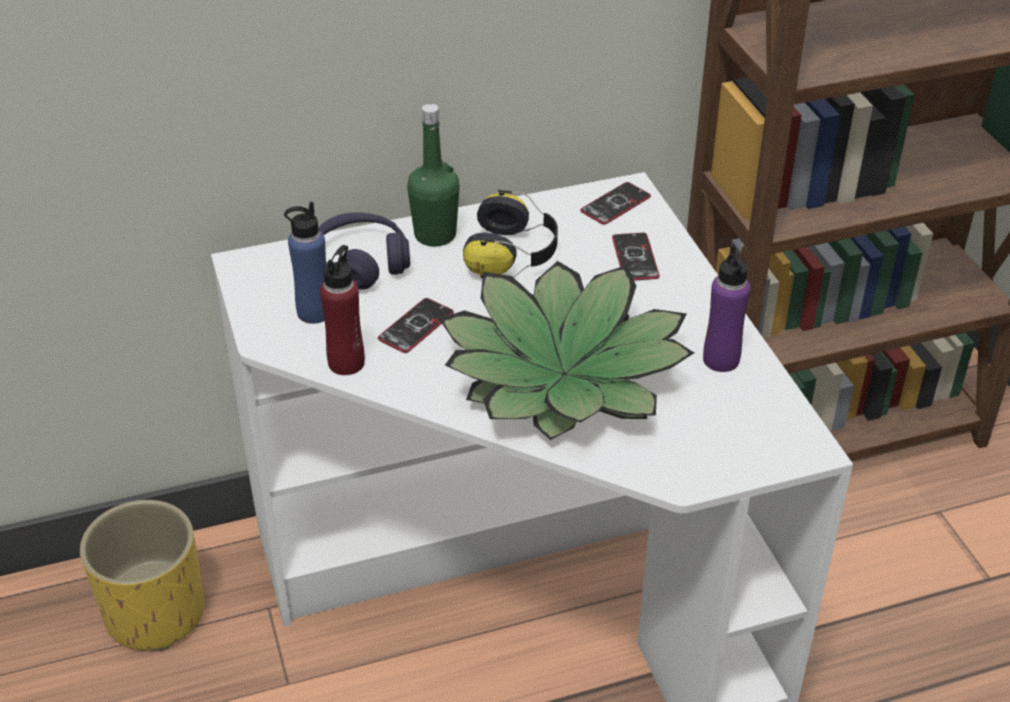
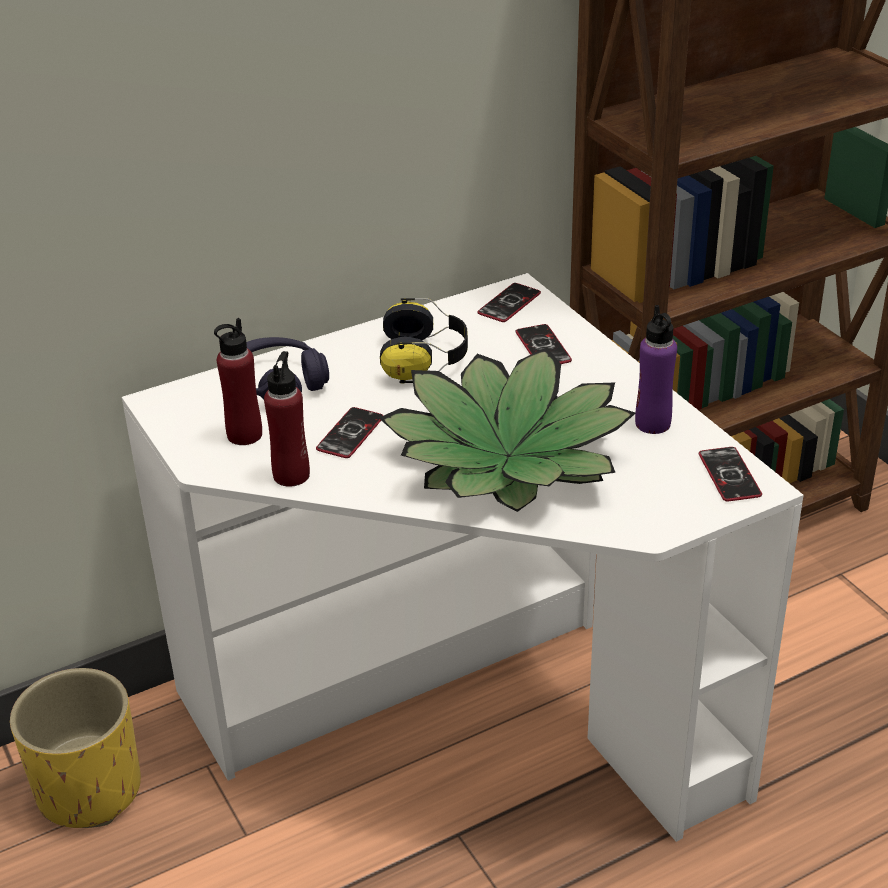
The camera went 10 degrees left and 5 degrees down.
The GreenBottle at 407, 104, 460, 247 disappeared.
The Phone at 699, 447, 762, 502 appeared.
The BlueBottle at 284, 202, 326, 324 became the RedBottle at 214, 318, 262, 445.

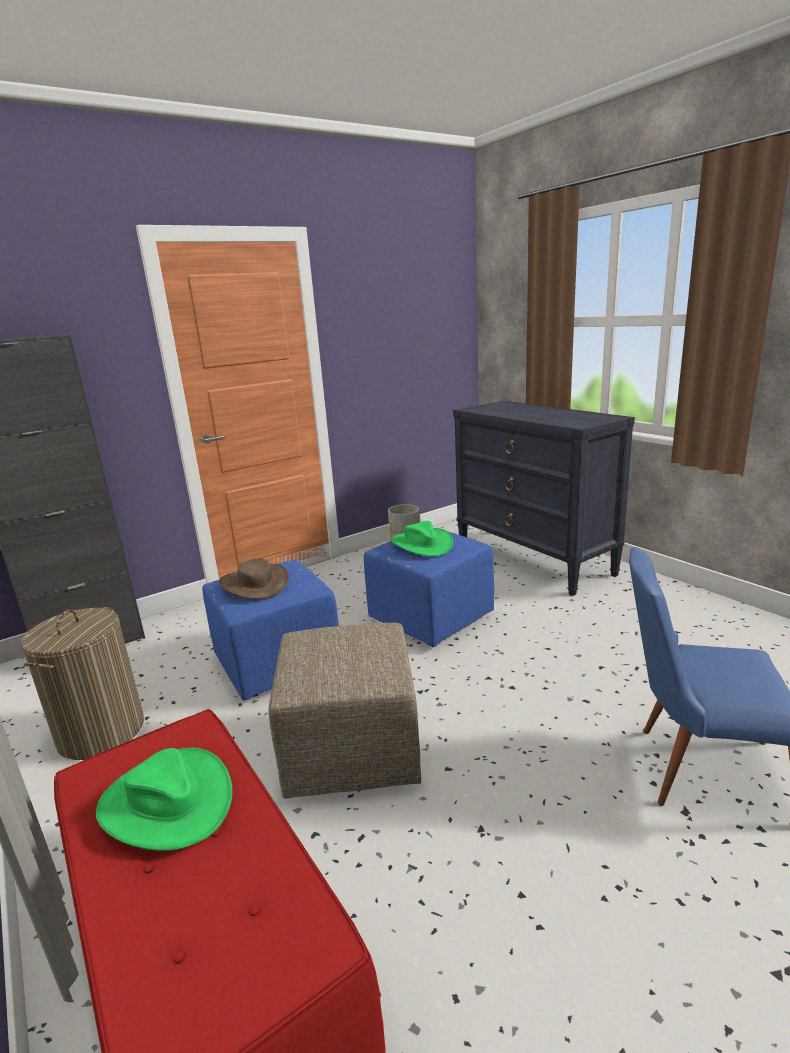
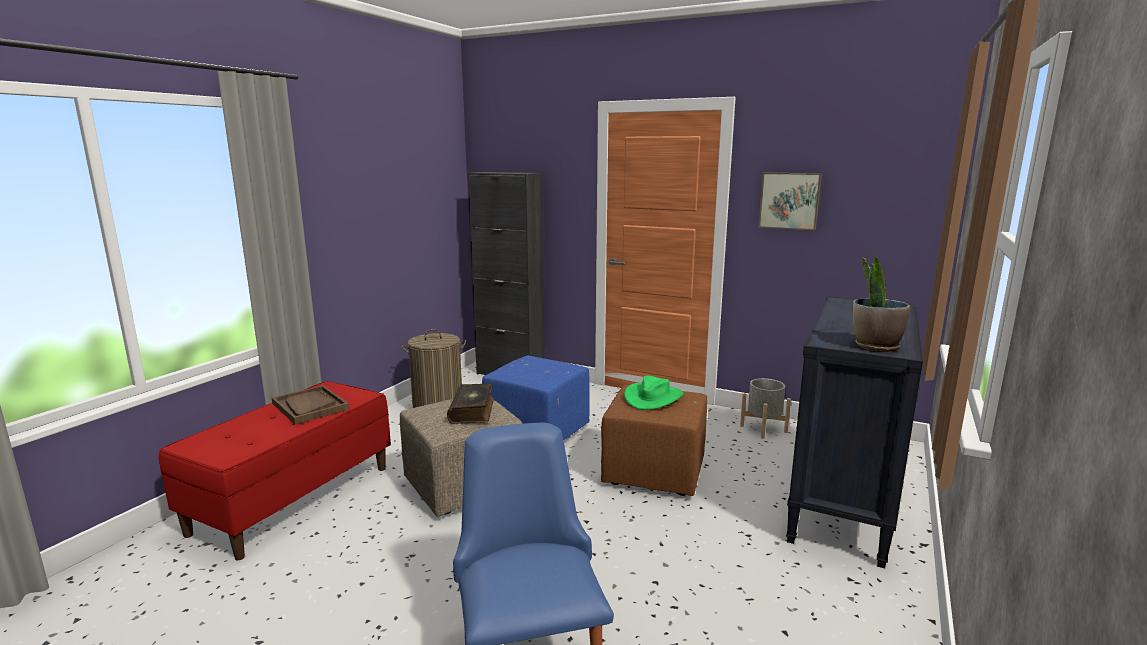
The camera went 60 degrees right and 5 degrees down.
The BrownHat at 219, 558, 289, 599 disappeared.
The Book at 447, 383, 494, 424 appeared.
The Picture at 758, 172, 822, 230 appeared.
The PottedPlant at 853, 257, 910, 352 appeared.
The GreenHat at 96, 747, 233, 851 was replaced by the BrownTray at 272, 385, 349, 424.
The BlueOttoman at 364, 532, 494, 647 became the BrownOttoman at 601, 385, 707, 496.

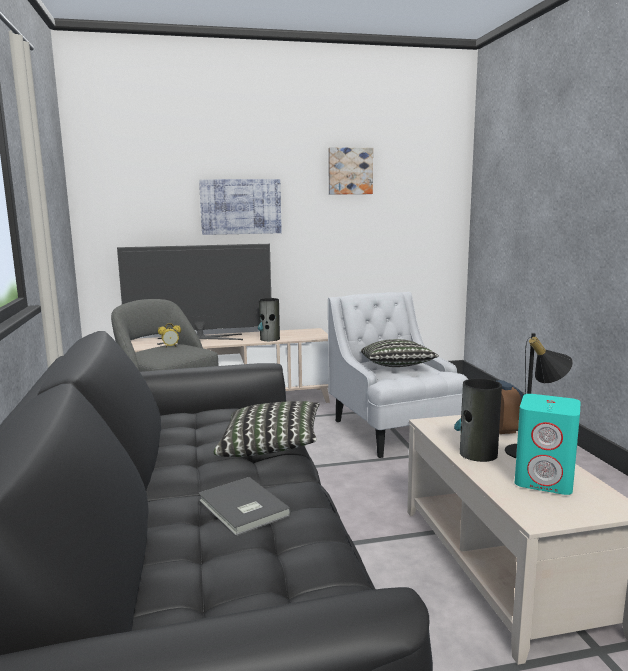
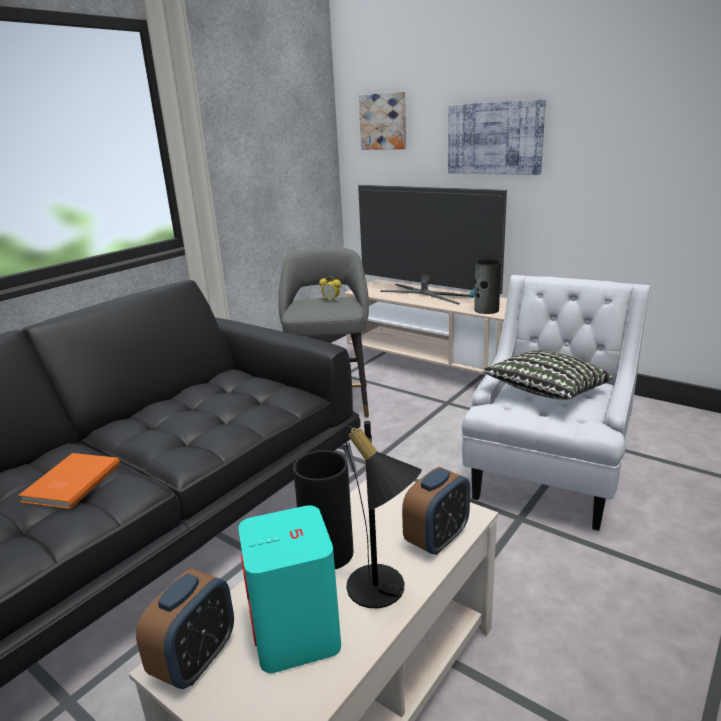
The camera went 50 degrees right and 10 degrees up.
The Pillow at 214, 401, 320, 457 disappeared.
The AlarmClock at 136, 569, 234, 689 appeared.
The Picture moved from 328, 147, 373, 195 to 359, 92, 406, 150.
The GreyBook at 198, 477, 291, 536 became the OrangeBook at 18, 453, 120, 509.

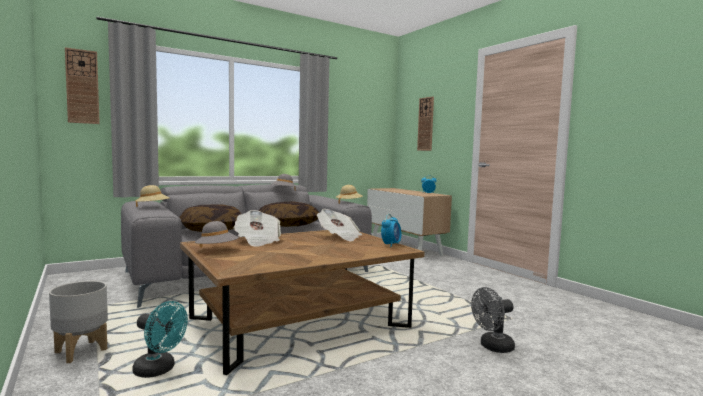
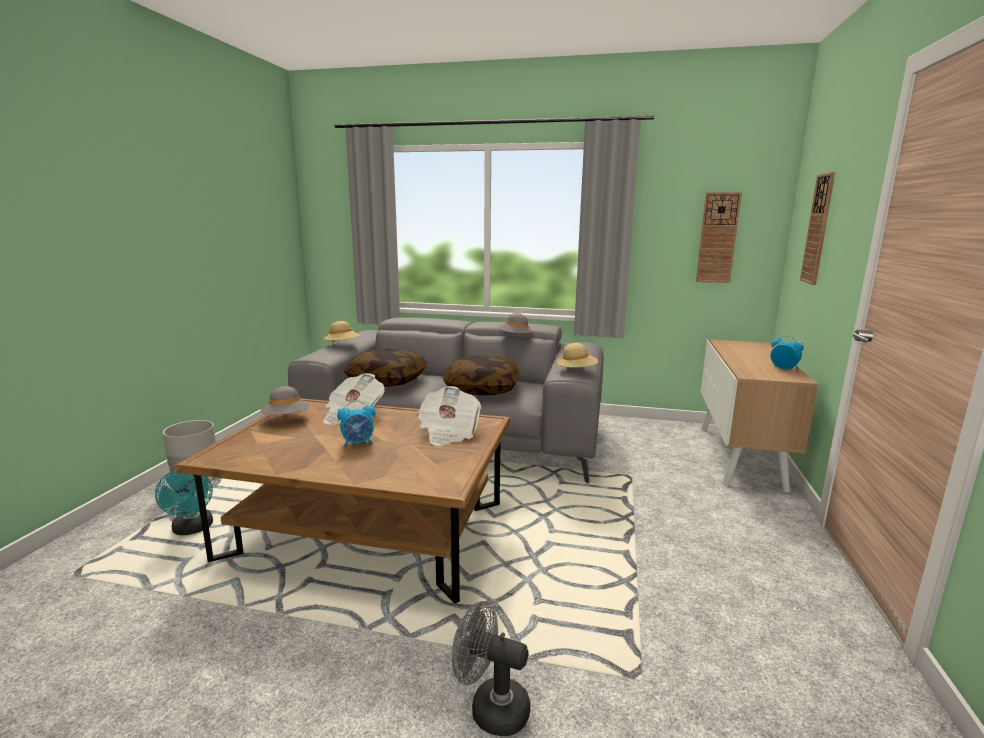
The camera went 45 degrees right and 10 degrees up.
The WallClock moved from 65, 47, 100, 124 to 696, 192, 742, 283.
The AlarmClock moved from 381, 214, 401, 247 to 337, 400, 376, 448.

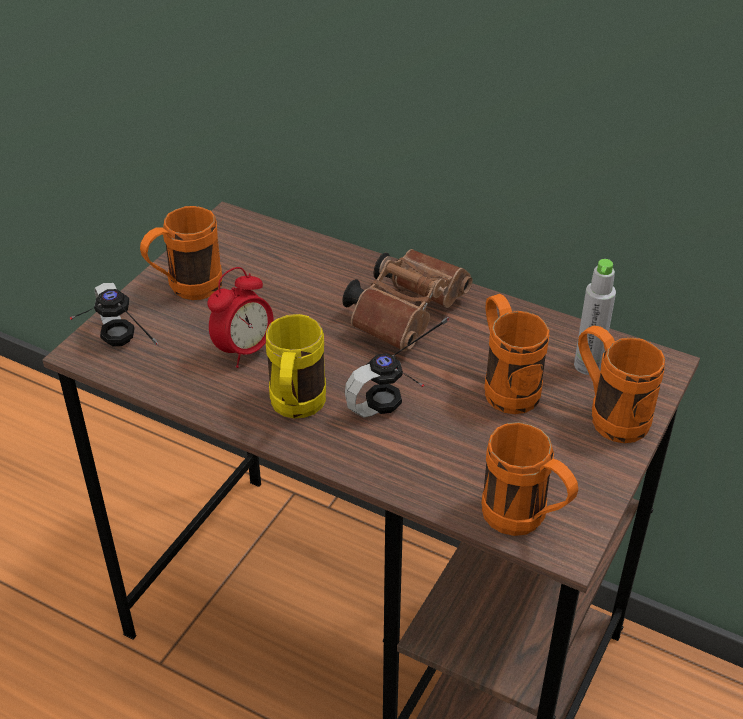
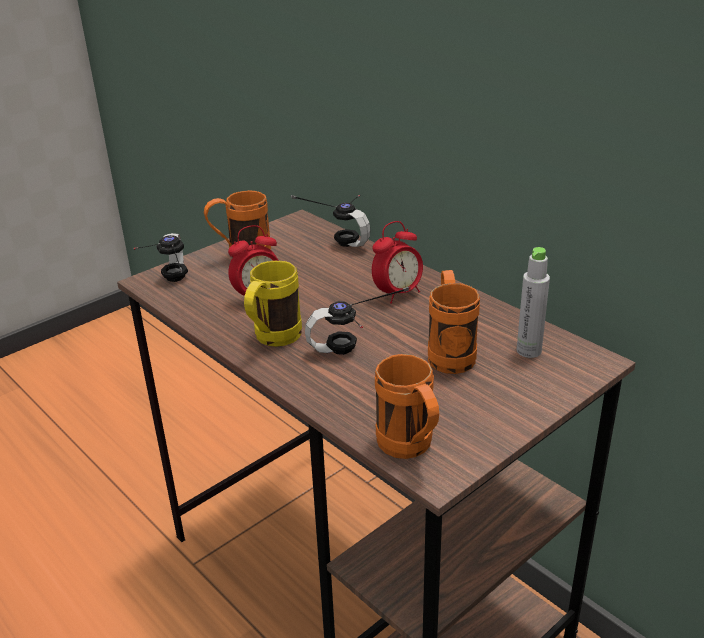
The camera went 20 degrees right and 10 degrees down.
The OrangeMug at 578, 326, 665, 443 disappeared.
The Headphones at 291, 195, 370, 247 appeared.
The BrownBinoculars at 342, 249, 473, 351 was replaced by the AlarmClock at 372, 221, 423, 304.

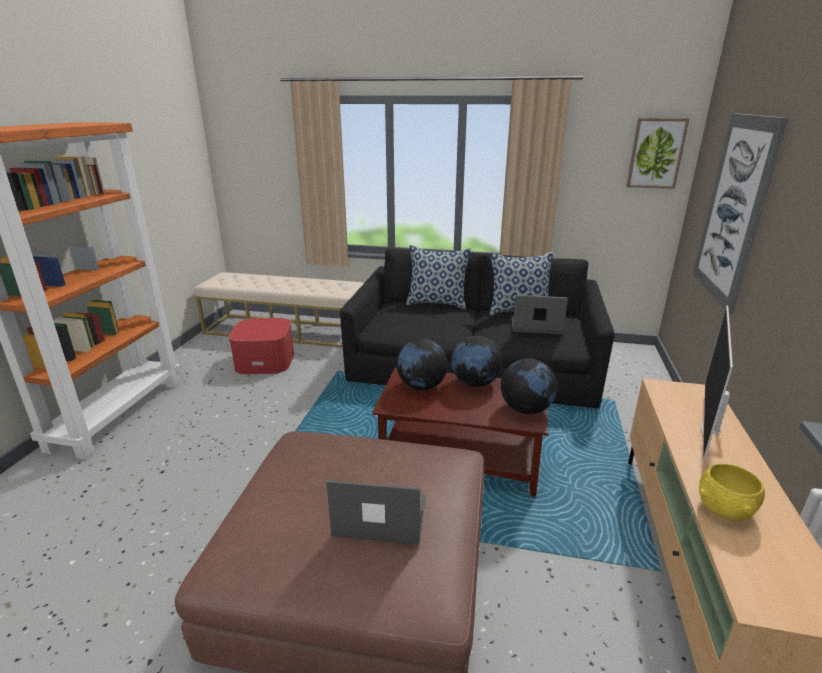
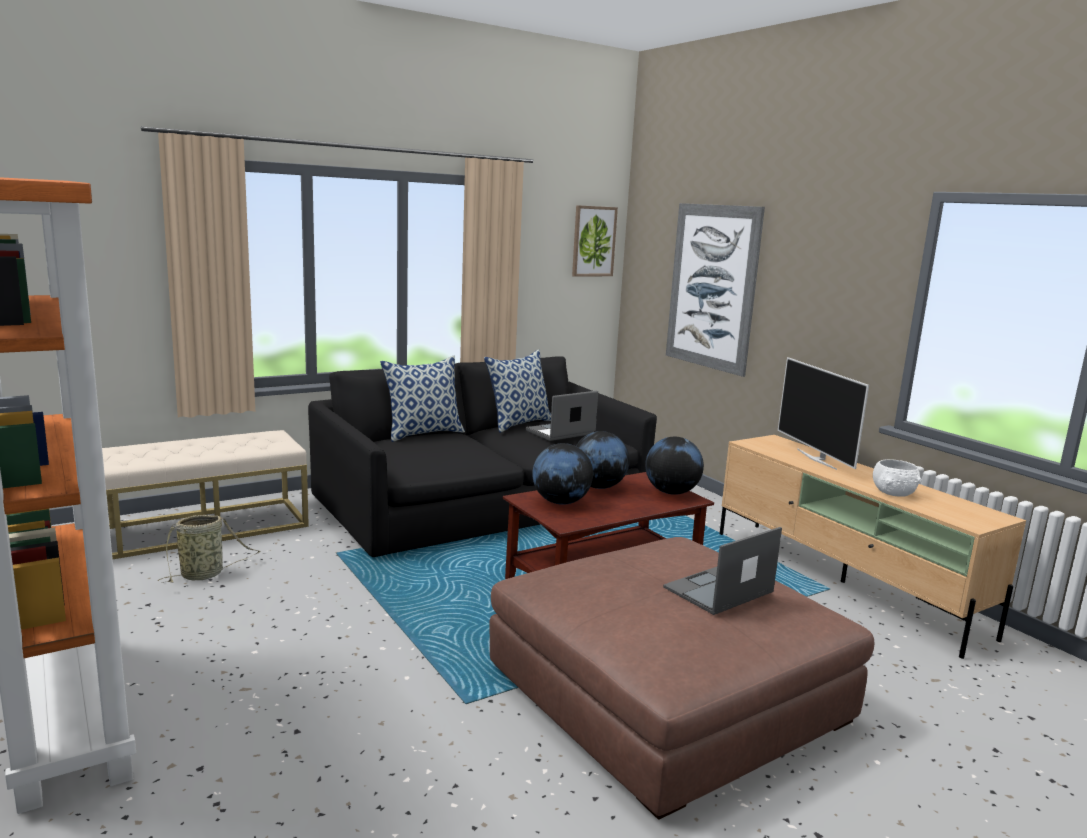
The camera went 45 degrees left and 10 degrees down.
The Ottoman at 229, 318, 294, 374 was replaced by the Basket at 158, 515, 261, 583.
The YellowBowl at 699, 464, 765, 521 became the WhiteBowl at 873, 459, 921, 497.

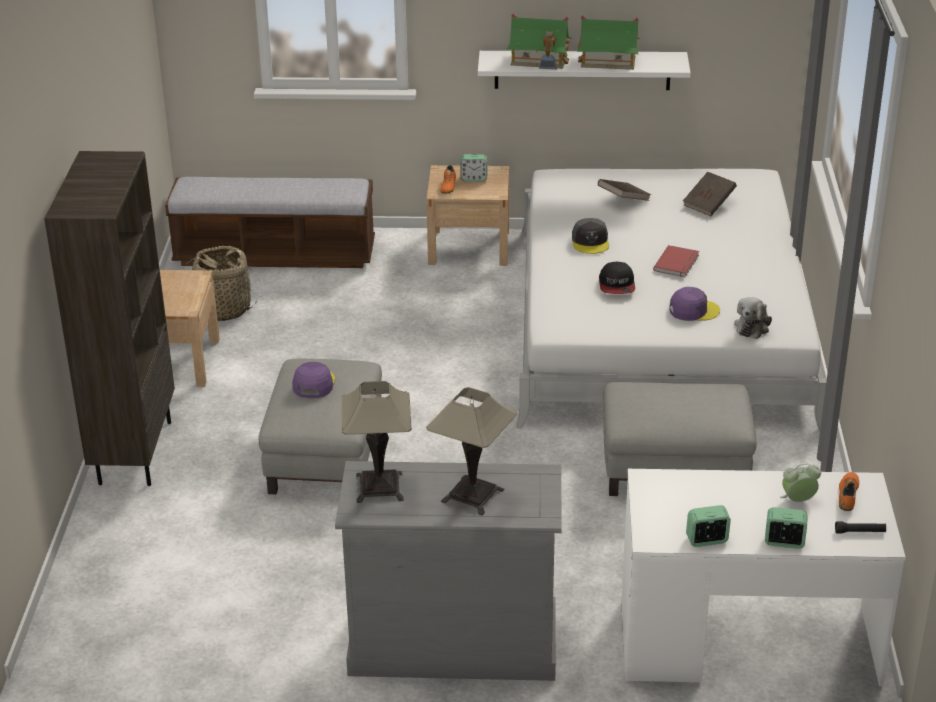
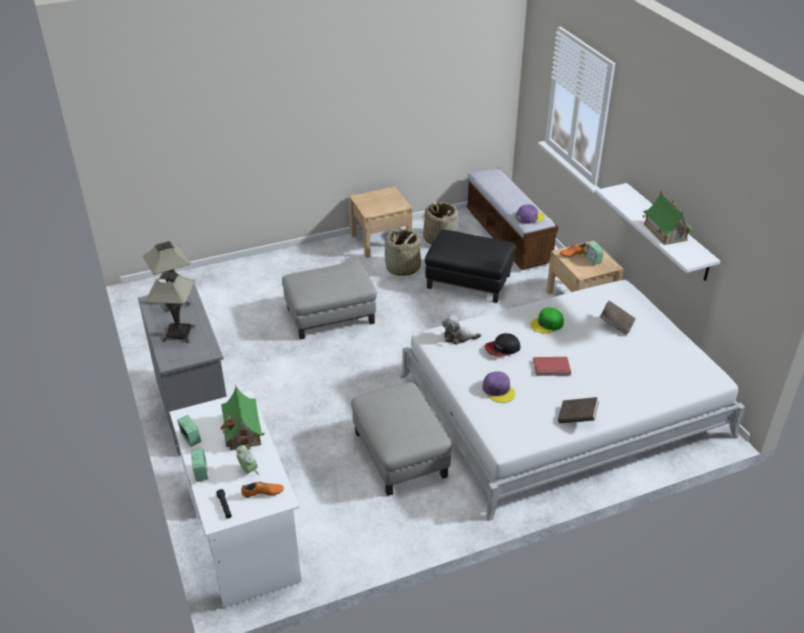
The camera went 65 degrees right and 5 degrees up.
The BrownBookcase at 44, 151, 175, 486 disappeared.
The Basket at 385, 227, 421, 276 appeared.
The BlackOttoman at 425, 230, 515, 303 appeared.
The PurpleCap moved from 292, 362, 335, 398 to 516, 204, 544, 224.
The ToyHouse moved from 506, 14, 571, 70 to 220, 387, 266, 450.
The BrownBook moved from 683, 172, 737, 216 to 558, 397, 599, 423.
The PlushToy moved from 734, 297, 772, 339 to 442, 314, 481, 345.
The GreyCap at 572, 218, 609, 254 became the GreenCap at 531, 307, 564, 334.

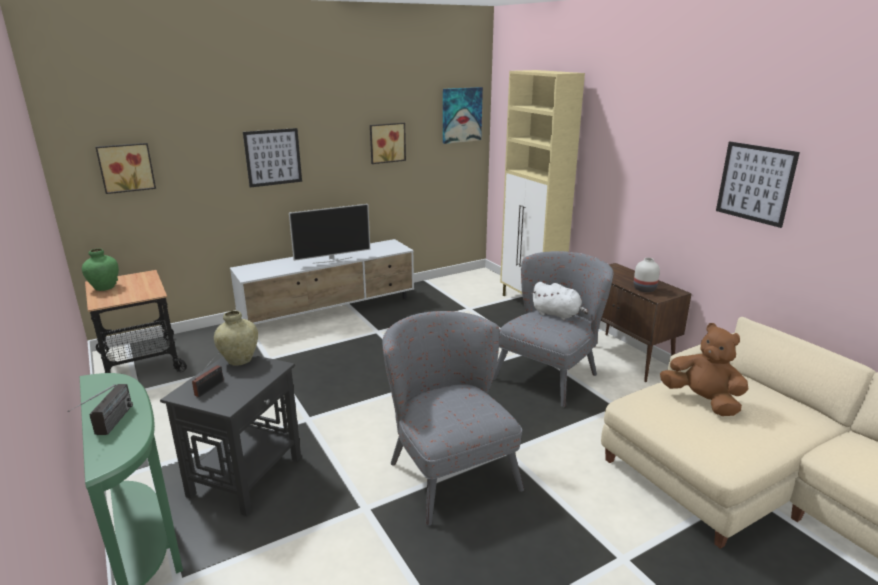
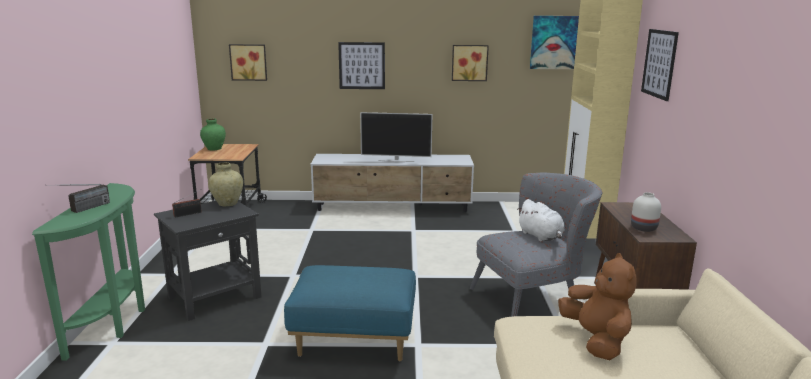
The camera went 30 degrees right and 5 degrees down.
The Picture moved from 716, 142, 800, 228 to 641, 29, 679, 101.
The GreyArmchair at 382, 311, 524, 526 was replaced by the BlueOttoman at 284, 265, 416, 361.

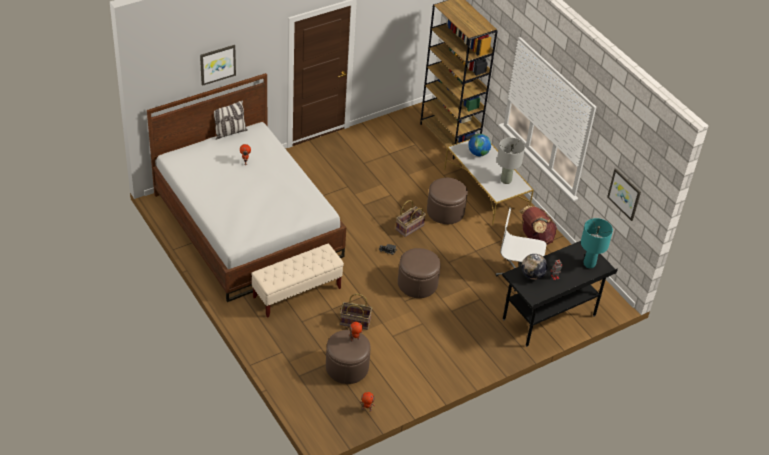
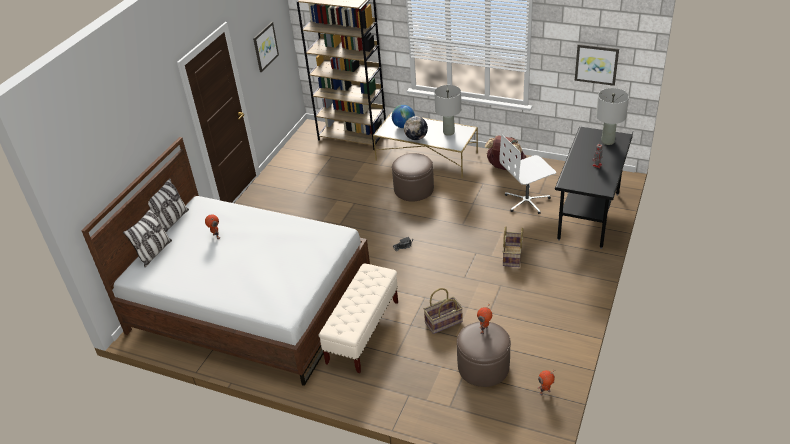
The camera went 30 degrees left and 5 degrees down.
The BrownOttoman at 398, 248, 441, 298 disappeared.
The Pillow at 123, 208, 172, 267 appeared.
The Picture moved from 200, 45, 236, 86 to 253, 22, 279, 72.
The Basket moved from 396, 200, 426, 237 to 503, 226, 523, 267.
The Globe moved from 521, 254, 548, 280 to 404, 116, 428, 140.
The TurquoiseTableLamp at 581, 218, 613, 268 became the GreyTableLamp at 596, 88, 629, 145.

